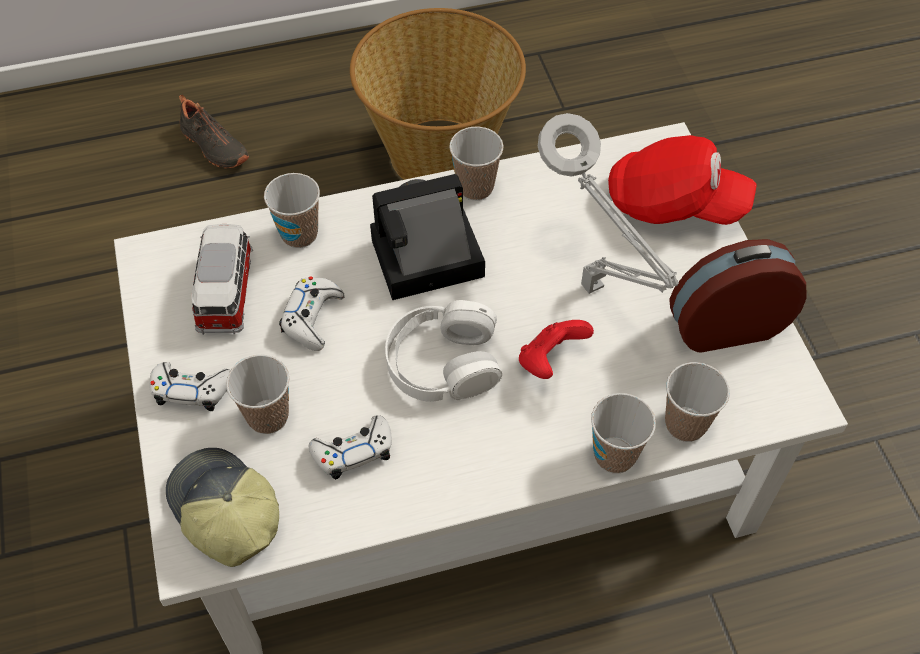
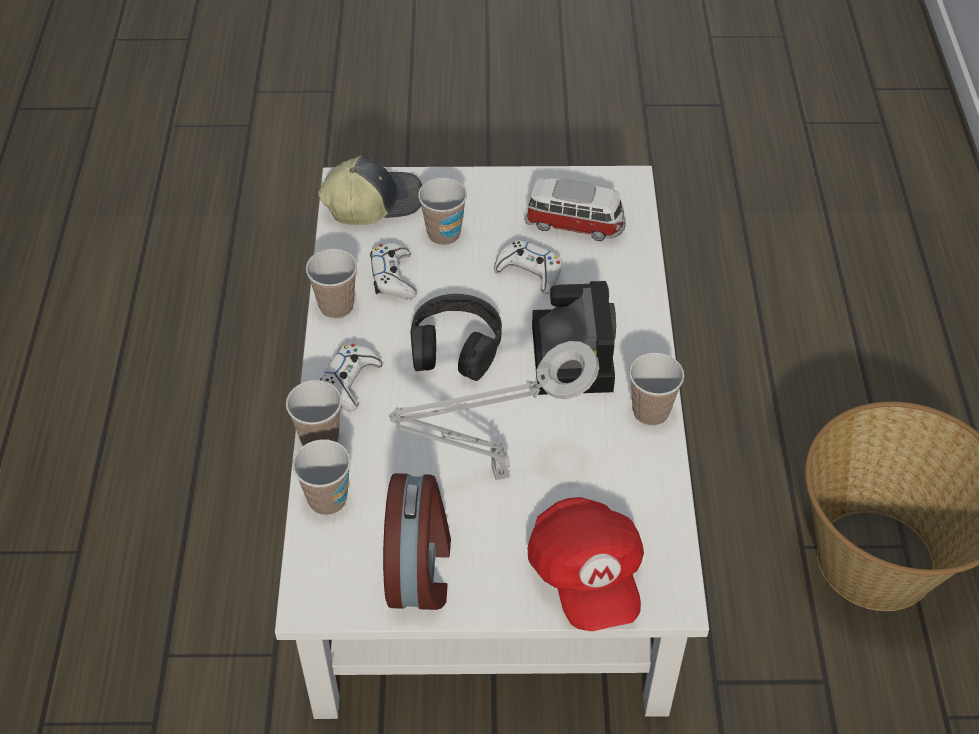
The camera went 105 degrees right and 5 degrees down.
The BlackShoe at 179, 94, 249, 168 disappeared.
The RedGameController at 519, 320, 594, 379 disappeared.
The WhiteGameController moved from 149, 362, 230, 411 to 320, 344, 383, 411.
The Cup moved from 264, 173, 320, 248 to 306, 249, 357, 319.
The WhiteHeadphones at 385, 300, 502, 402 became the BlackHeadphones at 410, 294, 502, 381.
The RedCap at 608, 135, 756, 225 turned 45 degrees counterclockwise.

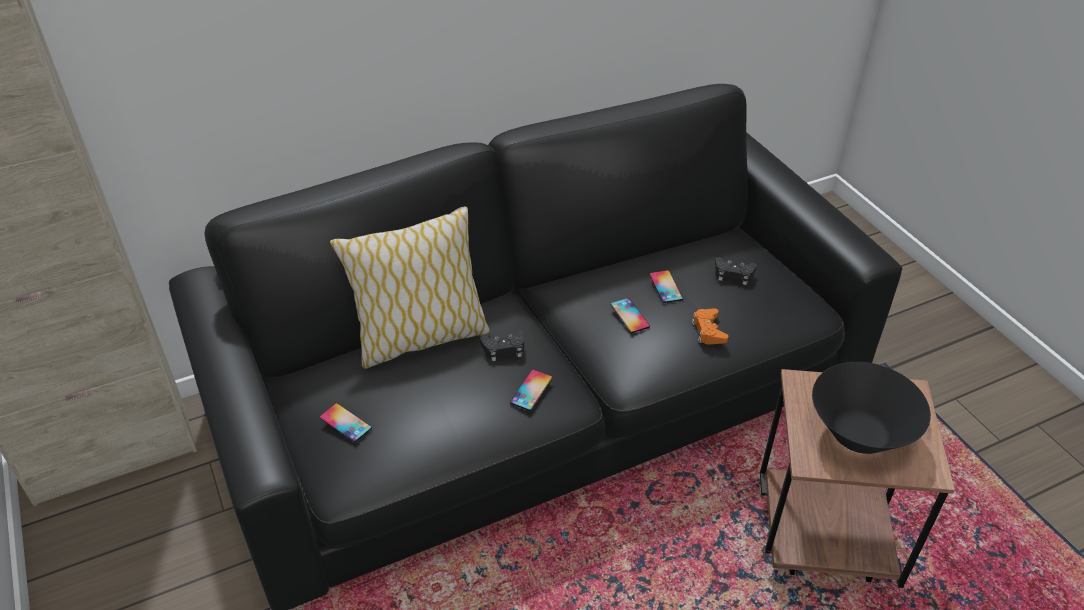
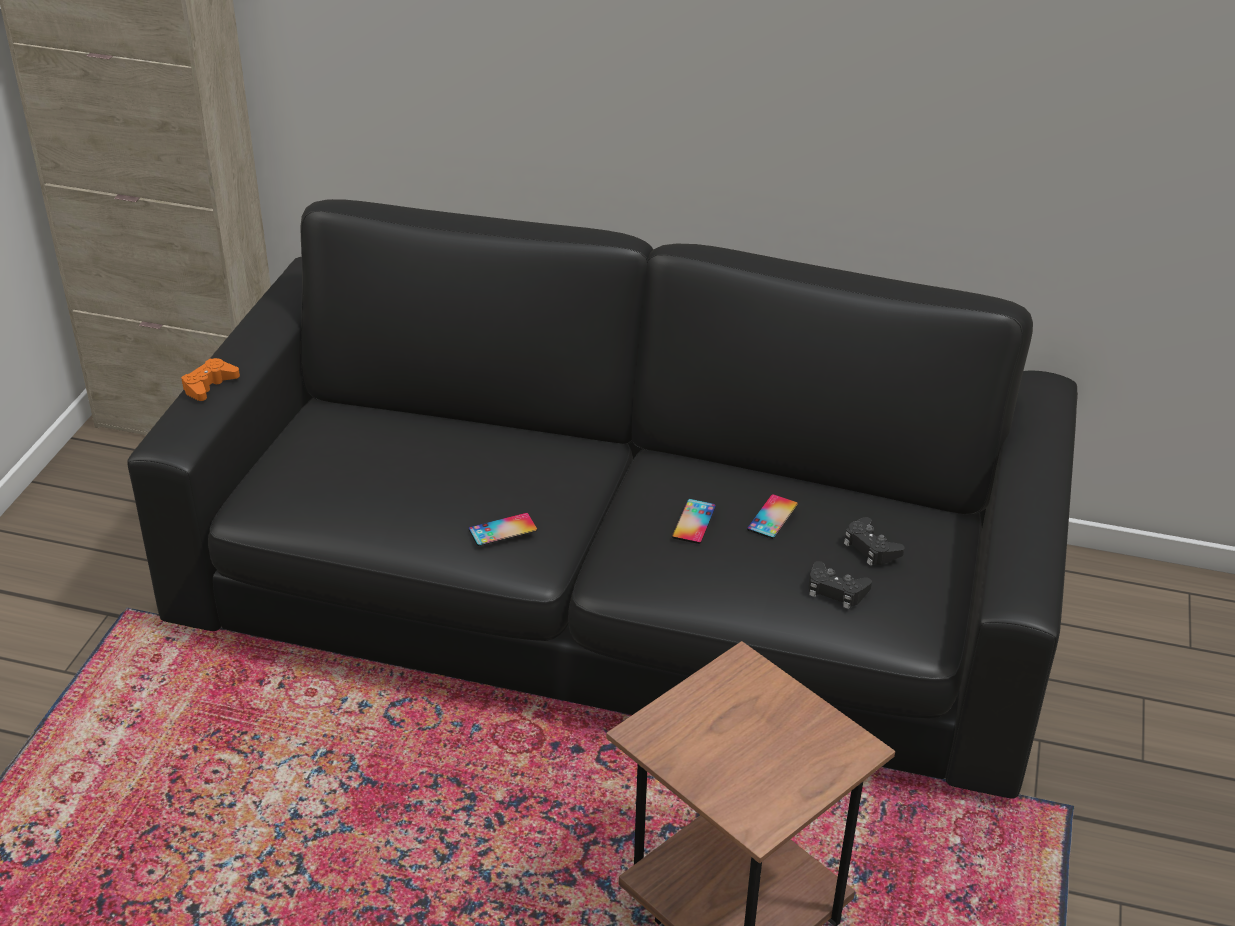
The camera went 40 degrees right and 5 degrees down.
The Phone at 320, 403, 372, 442 disappeared.
The Pillow at 330, 206, 490, 369 disappeared.
The BlackBowl at 812, 362, 931, 454 disappeared.
The BlackGameController moved from 480, 330, 524, 361 to 808, 561, 872, 609.
The OrangeGameController moved from 692, 308, 728, 345 to 181, 358, 240, 401.

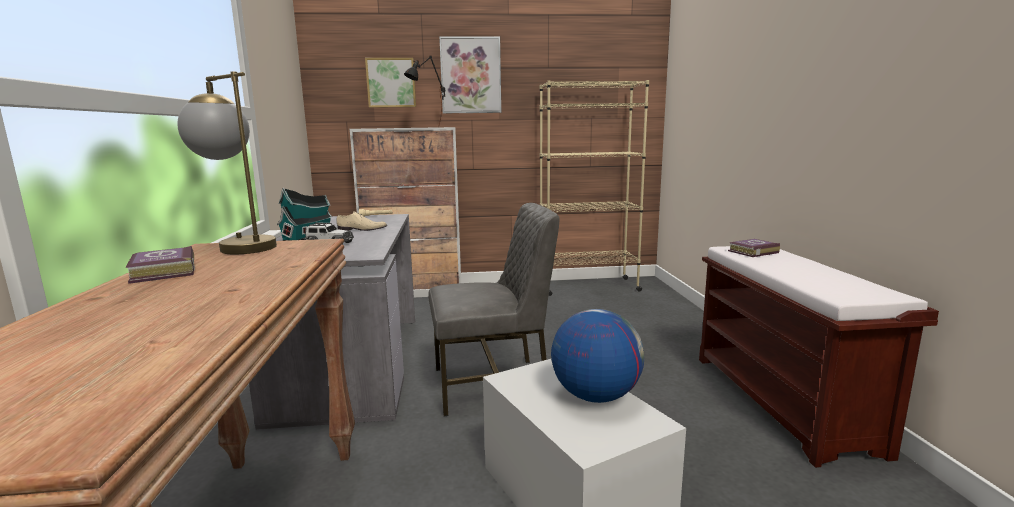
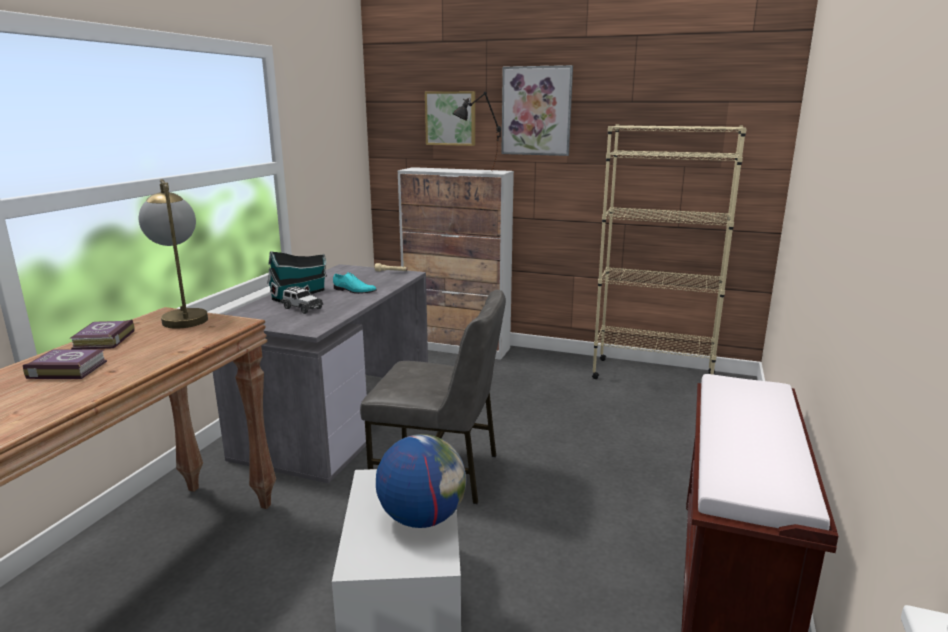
The camera went 25 degrees right and 5 degrees up.
The Book moved from 728, 239, 780, 257 to 23, 350, 107, 379.
The BeigeShoe at 336, 211, 387, 231 became the TurquoiseShoe at 333, 272, 377, 294.

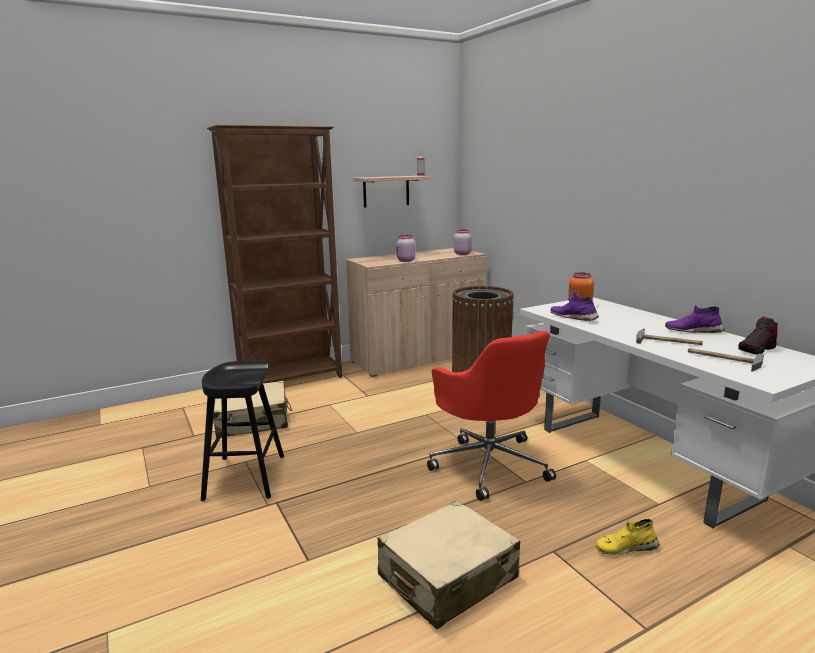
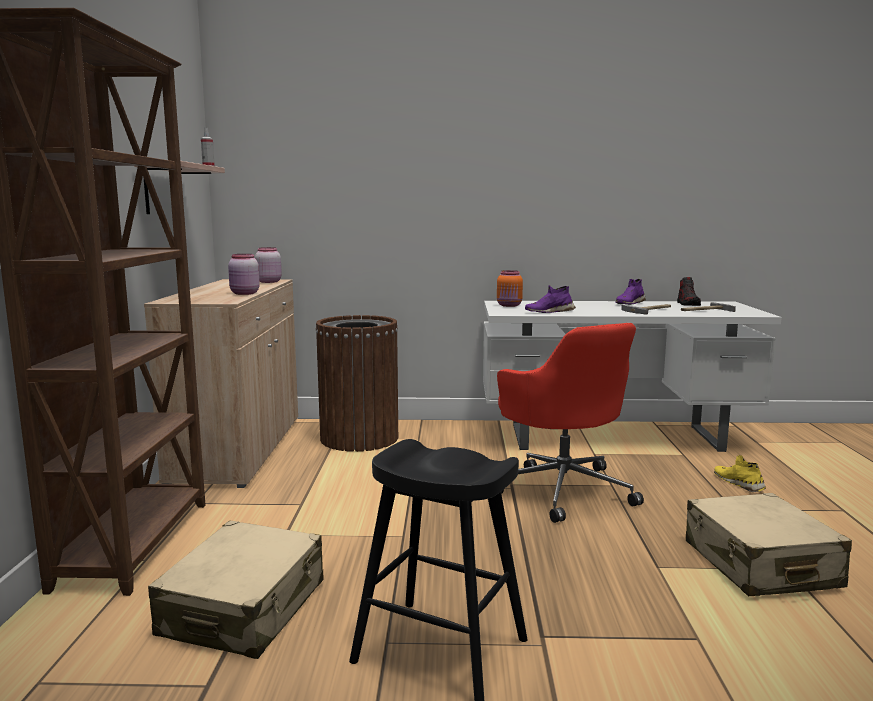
The camera went 60 degrees left and 5 degrees down.
The RedOfficeChair at 427, 331, 556, 501 turned 60 degrees clockwise.
The YellowShoe at 596, 519, 660, 555 turned 135 degrees clockwise.

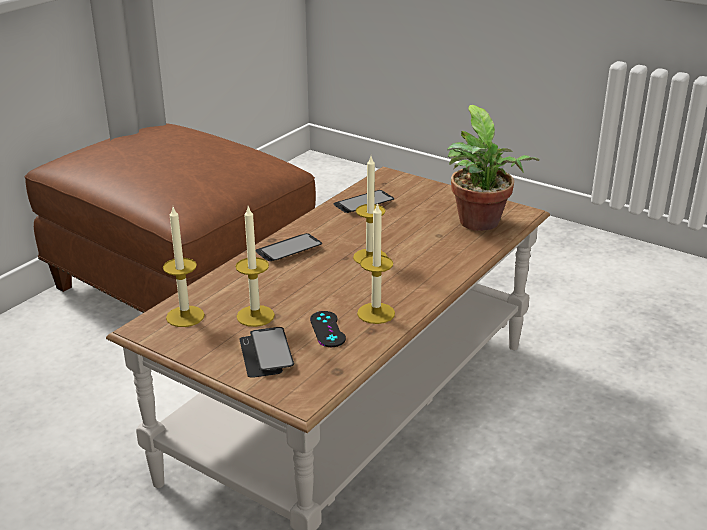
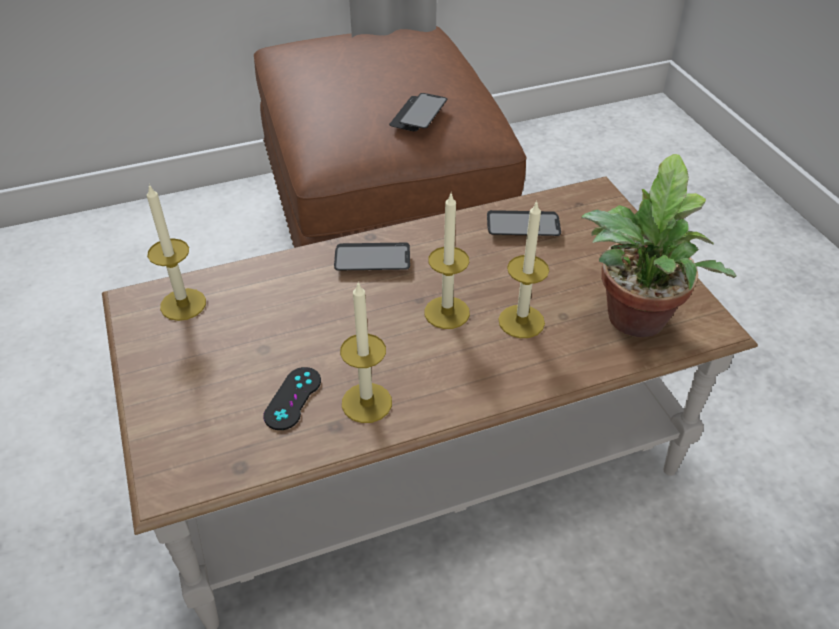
The camera went 35 degrees right and 15 degrees up.
The Candle moved from 235, 206, 275, 327 to 498, 200, 549, 338.
The Phone moved from 239, 327, 294, 378 to 389, 93, 448, 131.

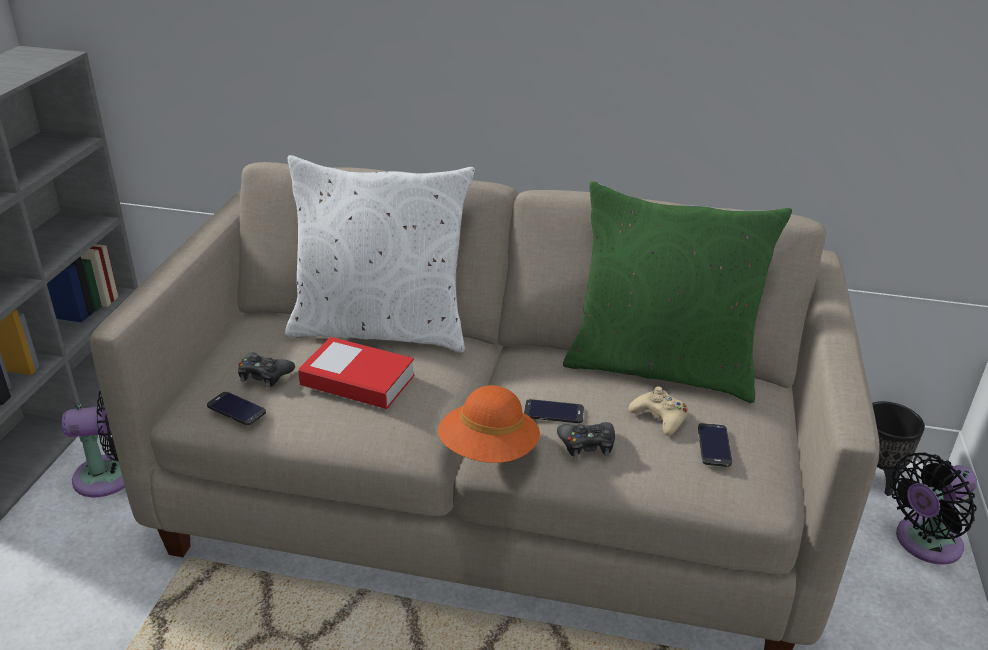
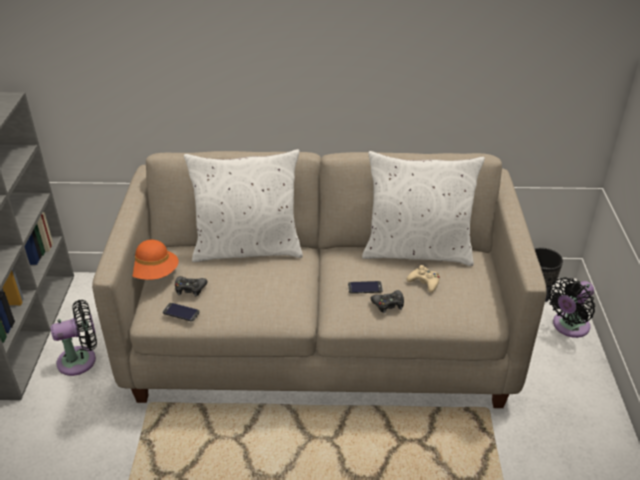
The camera went 10 degrees left and 5 degrees up.
The Book at 298, 337, 414, 409 disappeared.
The Phone at 698, 423, 732, 467 disappeared.
The OrangeHat moved from 438, 385, 540, 463 to 132, 240, 179, 280.
The GreenPillow at 563, 181, 792, 403 became the WhitePillow at 362, 151, 485, 266.

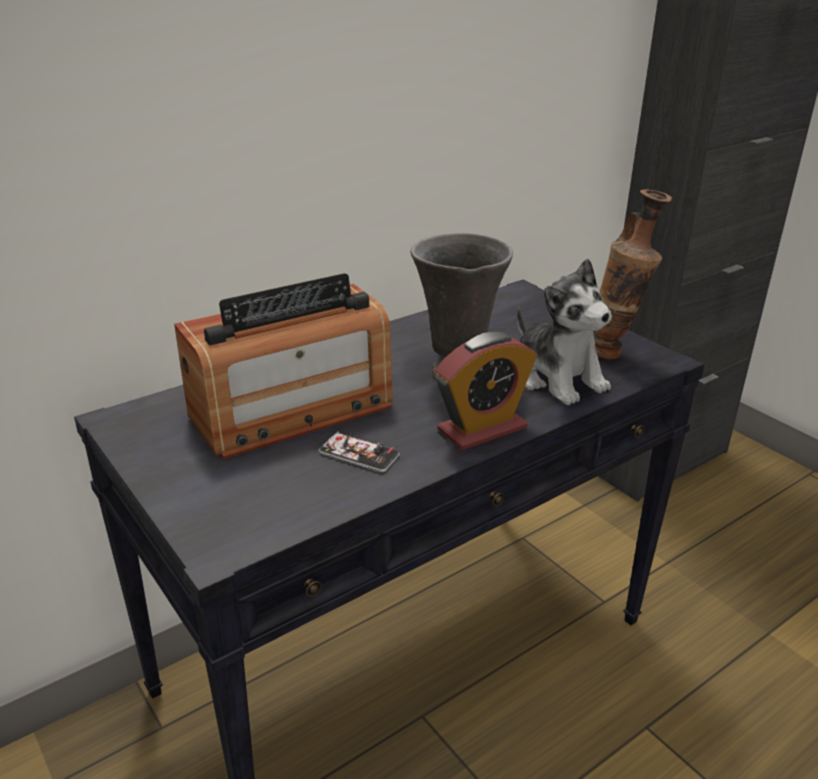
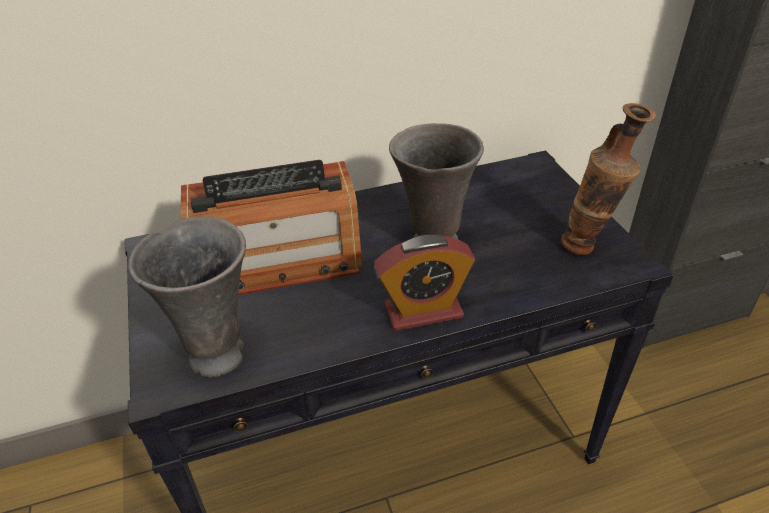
The camera went 20 degrees right and 10 degrees up.
The Phone at 319, 432, 400, 472 disappeared.
The PlushToy at 517, 258, 612, 405 disappeared.
The GreyVase at 128, 216, 246, 378 appeared.

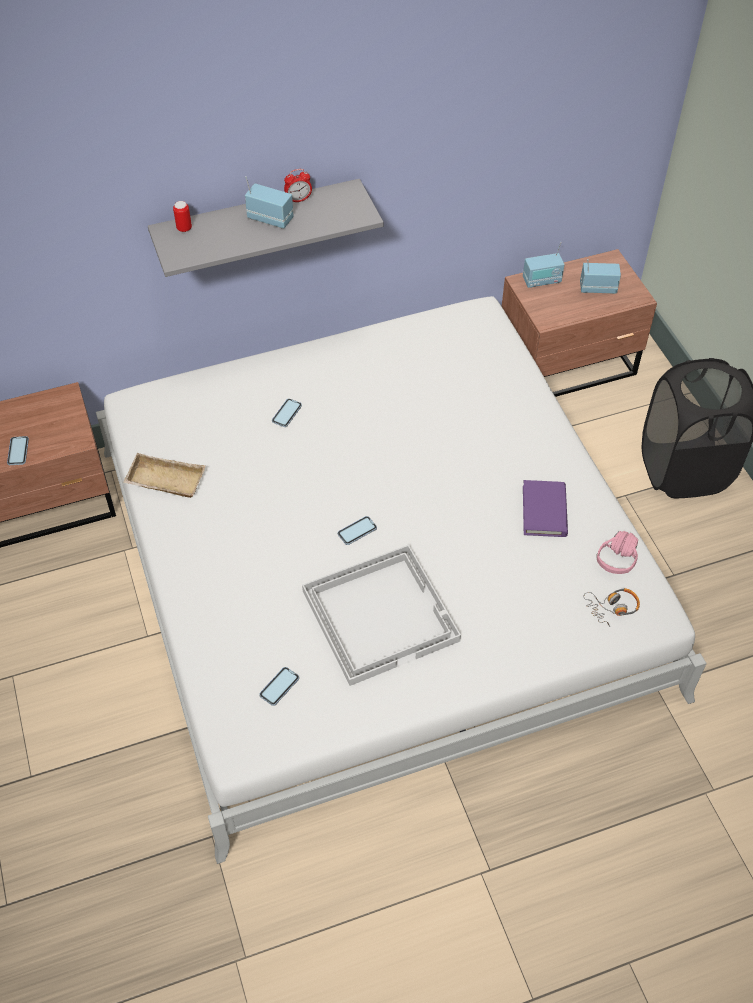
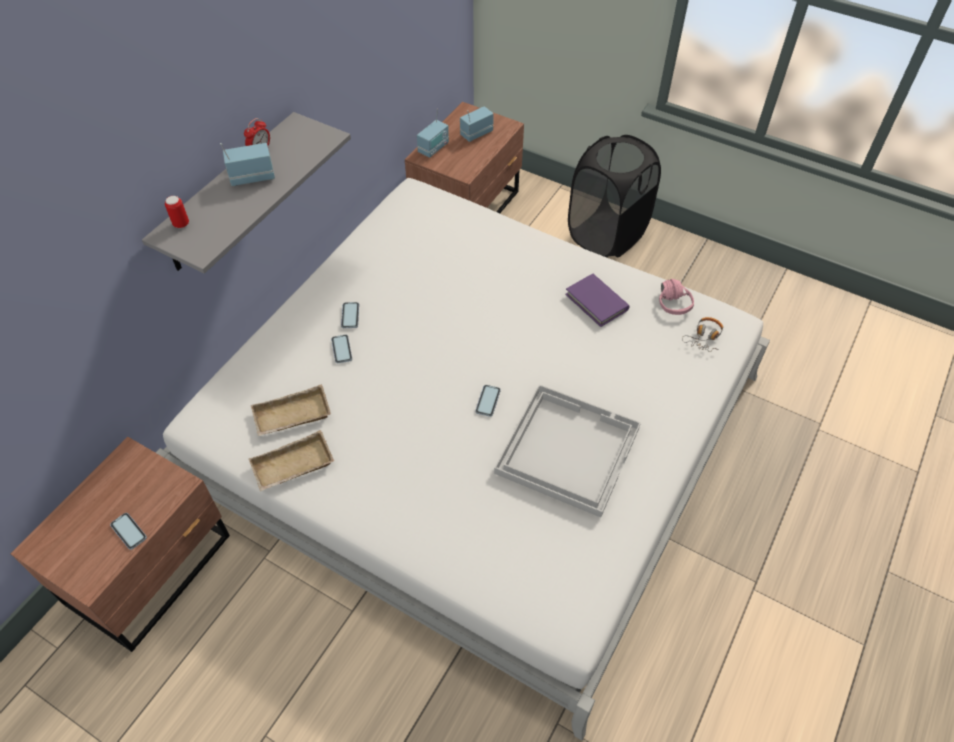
The camera went 40 degrees left and 0 degrees up.
The BeigeTray at 251, 384, 331, 436 appeared.
The Phone moved from 259, 667, 299, 706 to 341, 302, 359, 328.

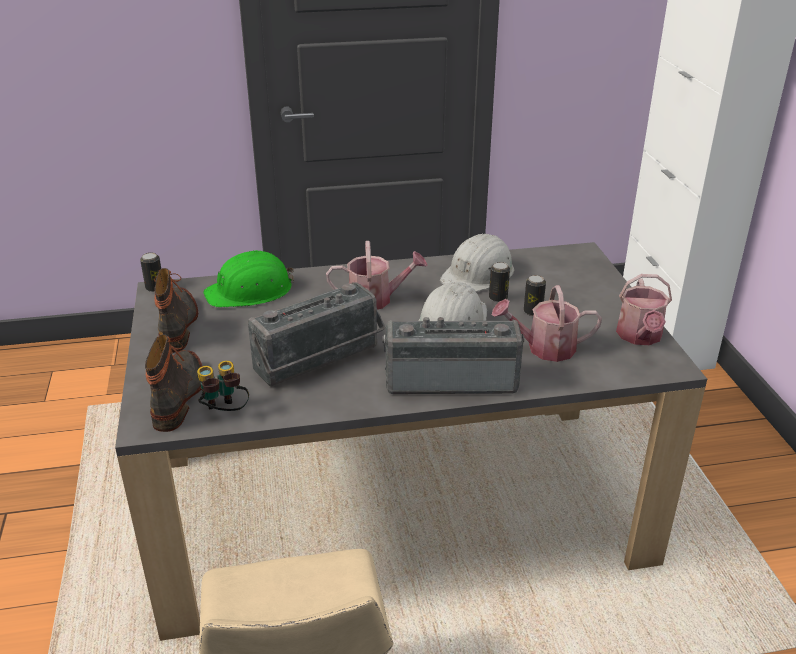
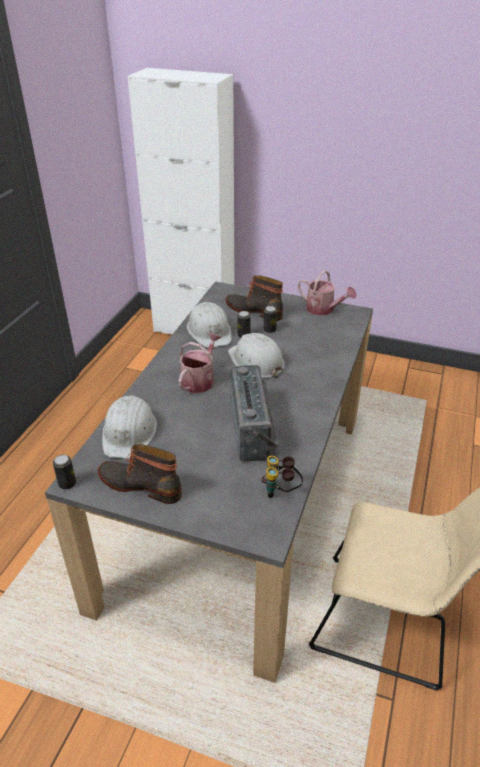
The camera went 60 degrees left and 5 degrees up.
The Radio at 383, 317, 524, 394 disappeared.
The WateringCan at 492, 285, 602, 362 disappeared.
The Boot moved from 145, 334, 202, 432 to 226, 275, 283, 321.
The GreenHardHat at 203, 250, 294, 307 became the WhiteHardHat at 102, 396, 157, 459.

